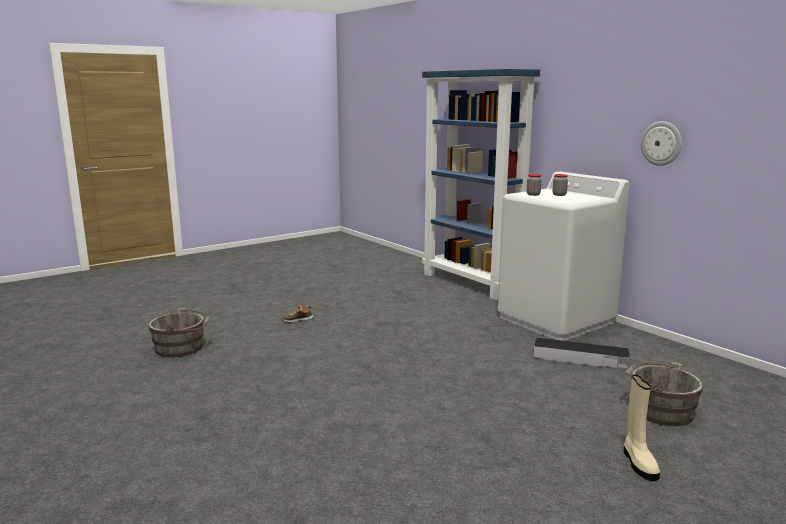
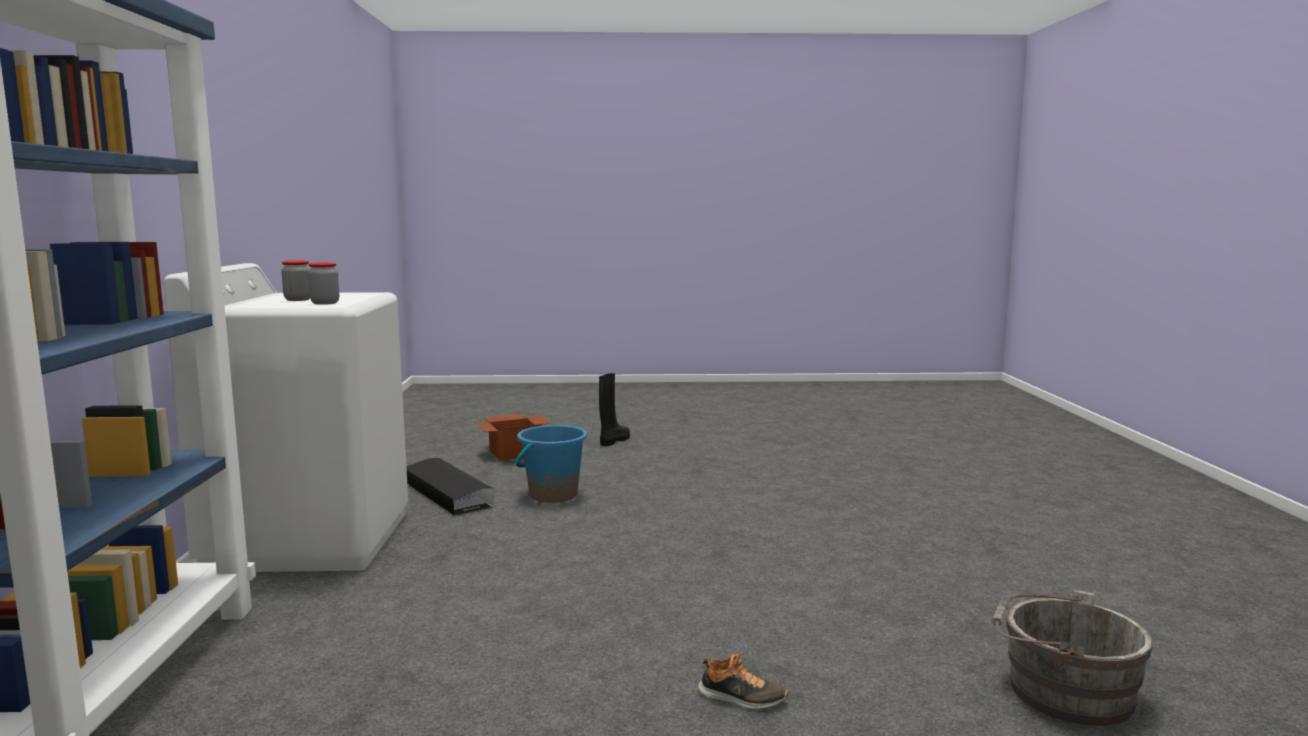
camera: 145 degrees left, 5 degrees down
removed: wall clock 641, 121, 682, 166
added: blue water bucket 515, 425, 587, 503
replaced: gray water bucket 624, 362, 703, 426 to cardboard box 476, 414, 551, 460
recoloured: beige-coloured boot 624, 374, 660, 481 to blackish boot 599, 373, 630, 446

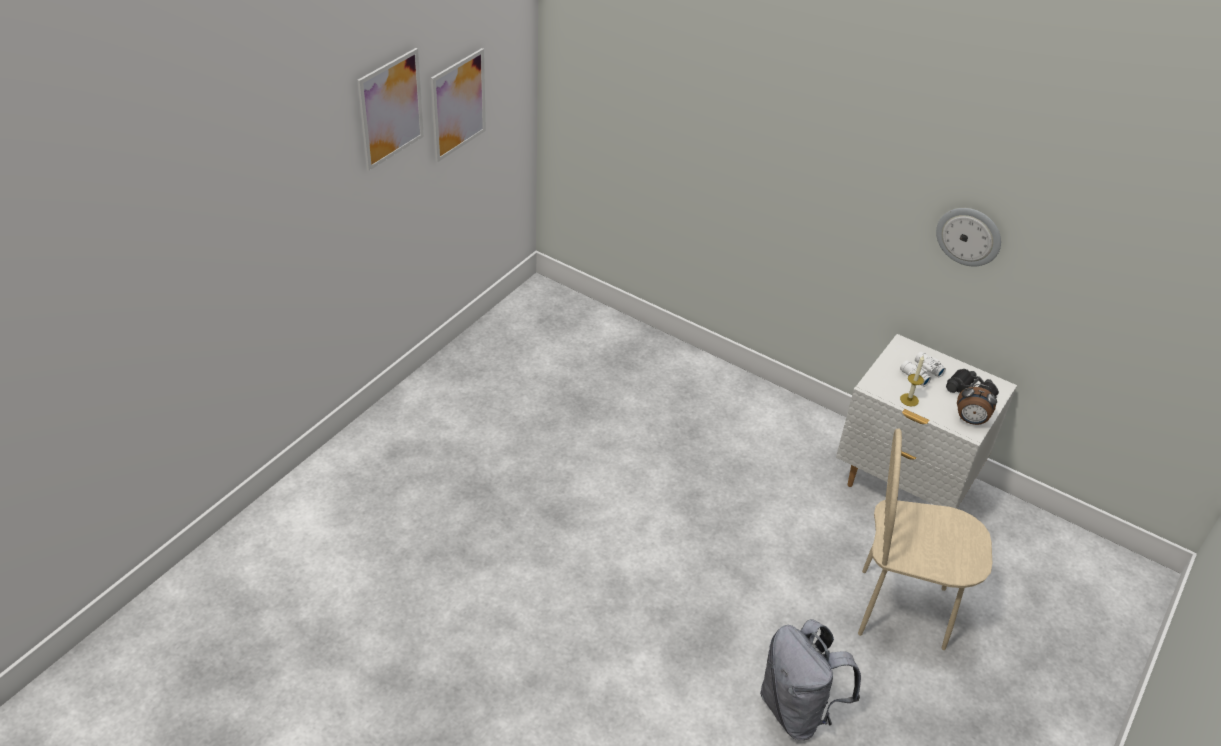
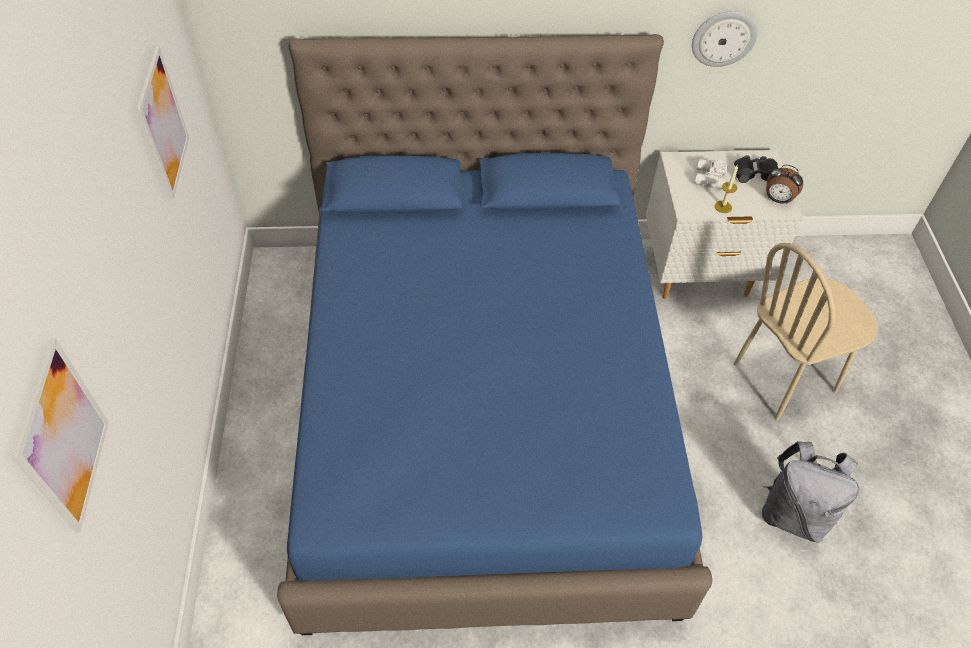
camera: 35 degrees left, 10 degrees up
added: blue bed 277, 34, 712, 635
moved: picture 357, 48, 424, 171 to 12, 338, 109, 533
turned: table clock 957, 384, 997, 425 = 766, 165, 803, 204 45 degrees clockwise

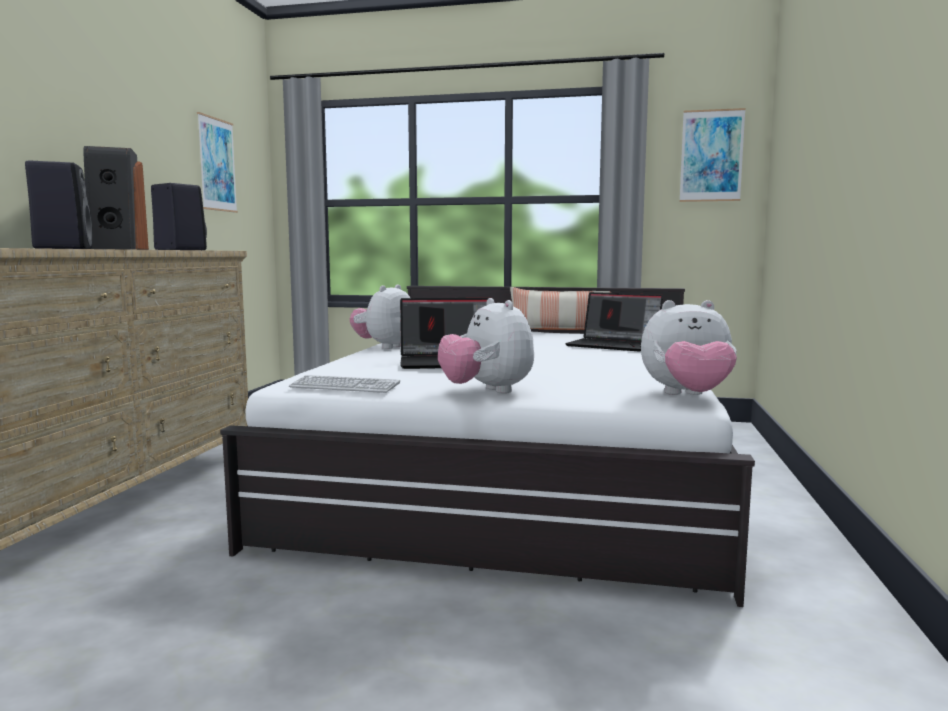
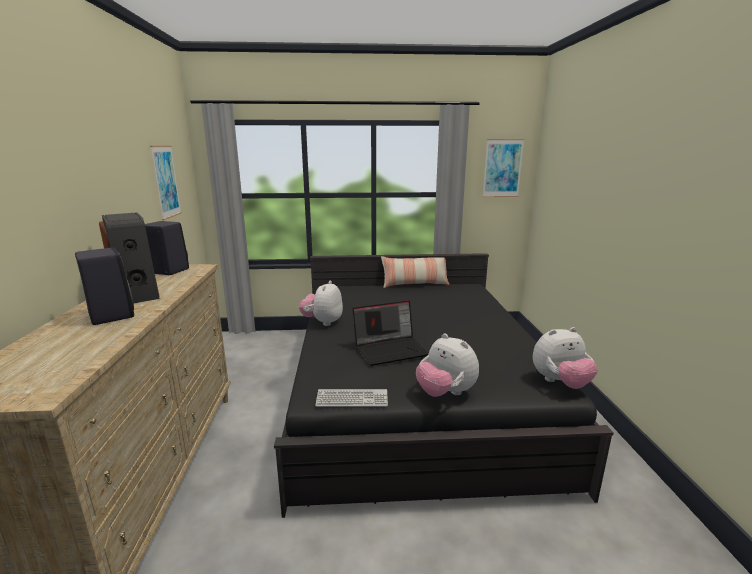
camera: 15 degrees left, 10 degrees up
removed: portable computer 565, 292, 663, 352
recoloured: white-coloured bed 220, 286, 755, 607 to blackish bed 274, 253, 614, 518

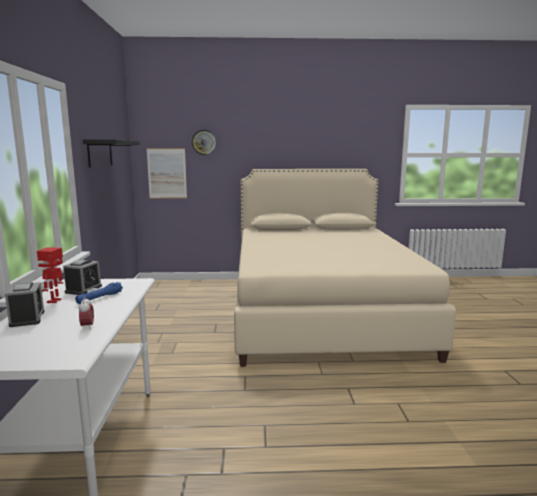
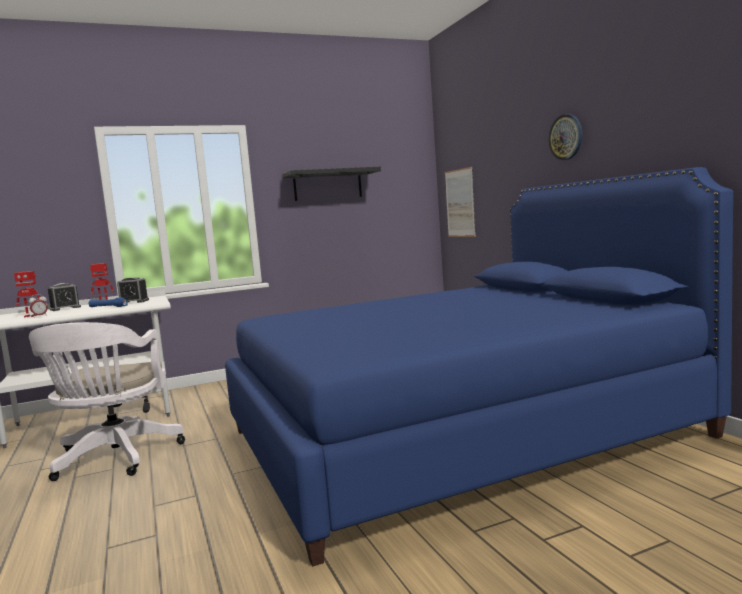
camera: 70 degrees right, 5 degrees down
added: robot figure 14, 271, 40, 317; white-coloured computer chair 29, 322, 185, 481
moved: wall clock 192, 130, 217, 155 to 549, 114, 582, 160
recoloured: beige-coloured bed 234, 169, 456, 367 to blue bed 225, 167, 733, 567

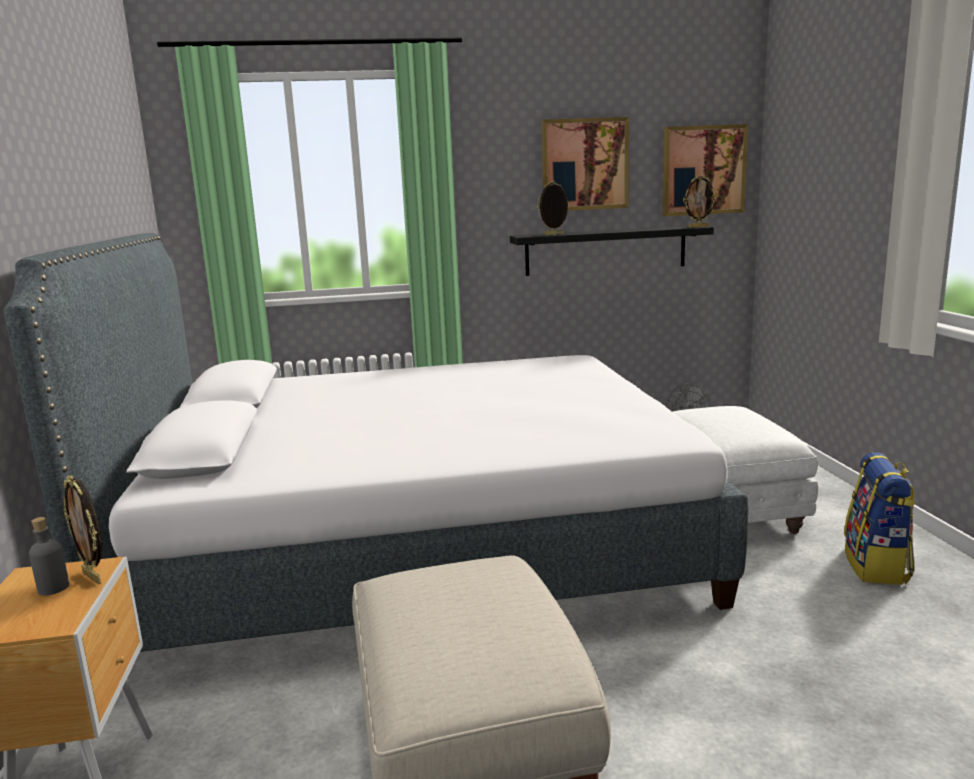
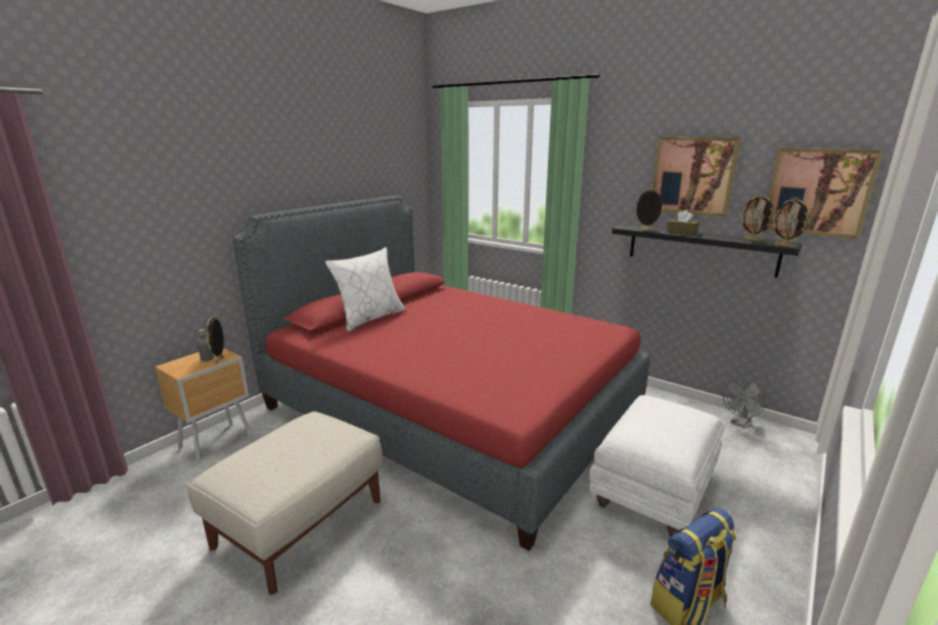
camera: 45 degrees right, 5 degrees up
added: white-coloured cushion 325, 247, 406, 332; brown box of tissues 667, 210, 699, 235; standing frame 740, 194, 775, 242
recoloured: white-coloured bed 4, 233, 748, 652 to reddish bed 233, 196, 650, 551

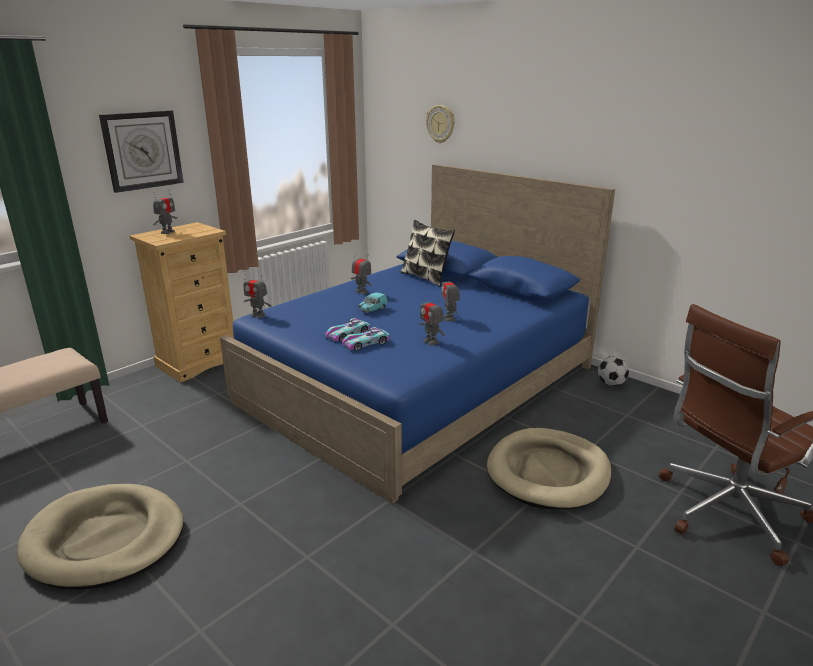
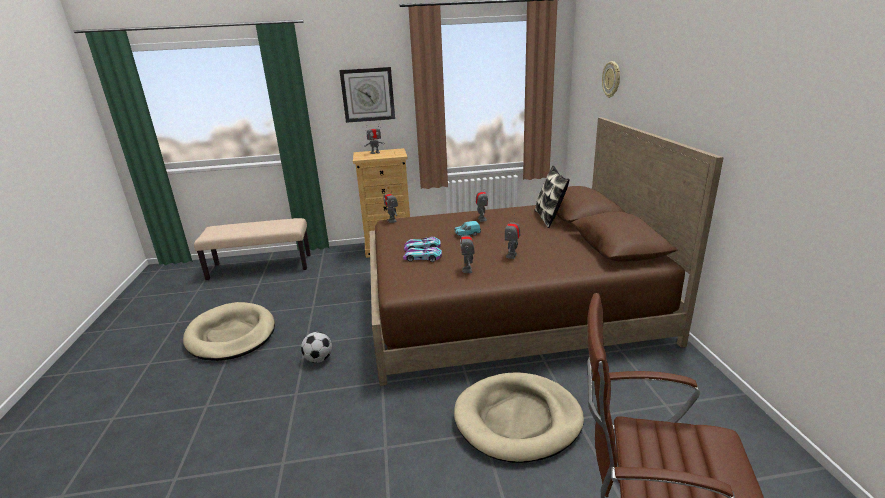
camera: 40 degrees right, 0 degrees up
moved: ball for football 598, 356, 629, 386 to 301, 332, 332, 363
recoloured: blue bed 220, 164, 615, 504 to brown bed 370, 117, 724, 386

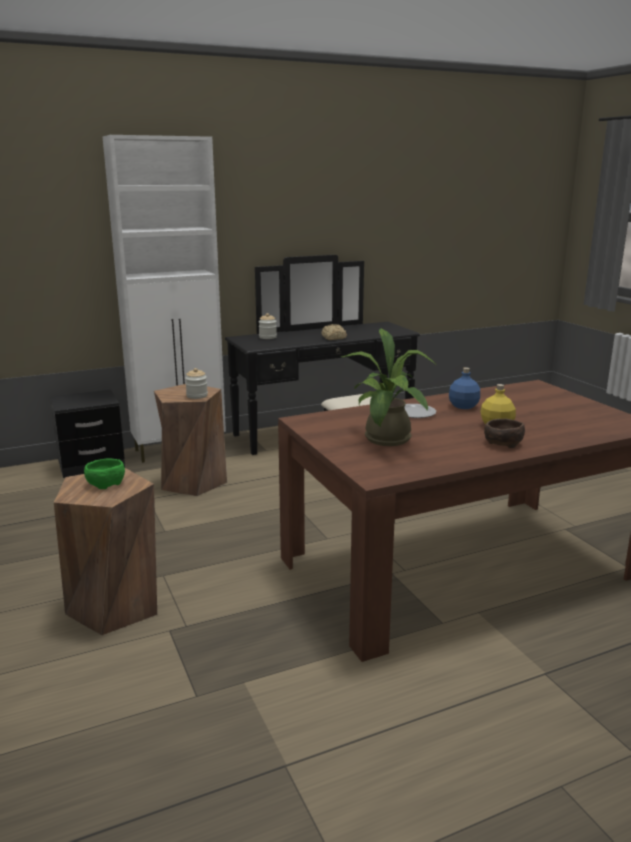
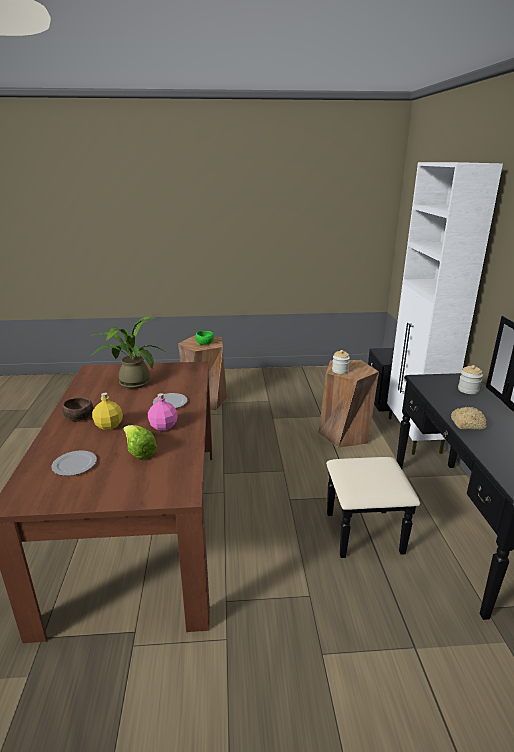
camera: 110 degrees right, 5 degrees up
added: dinner plate 51, 451, 97, 476; lettuce head 123, 425, 157, 460
recoloured: blue drink bottle 449, 367, 480, 409 to pink drink bottle 148, 393, 178, 431

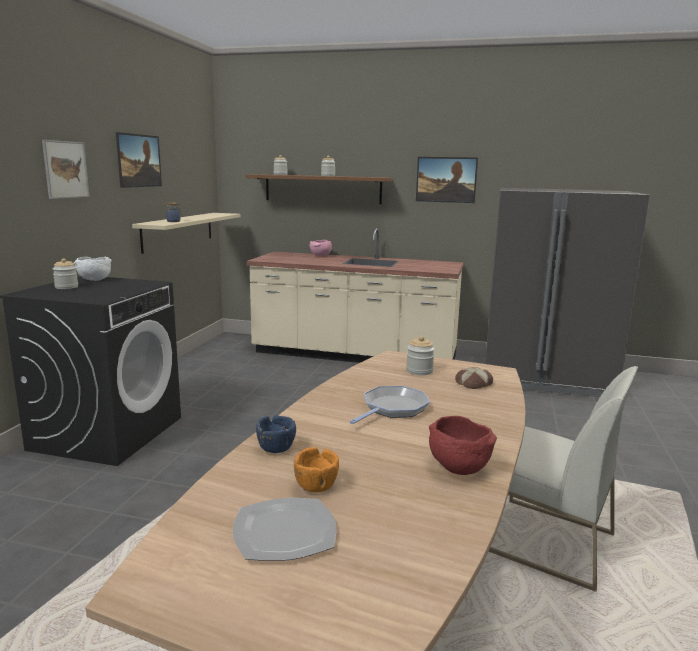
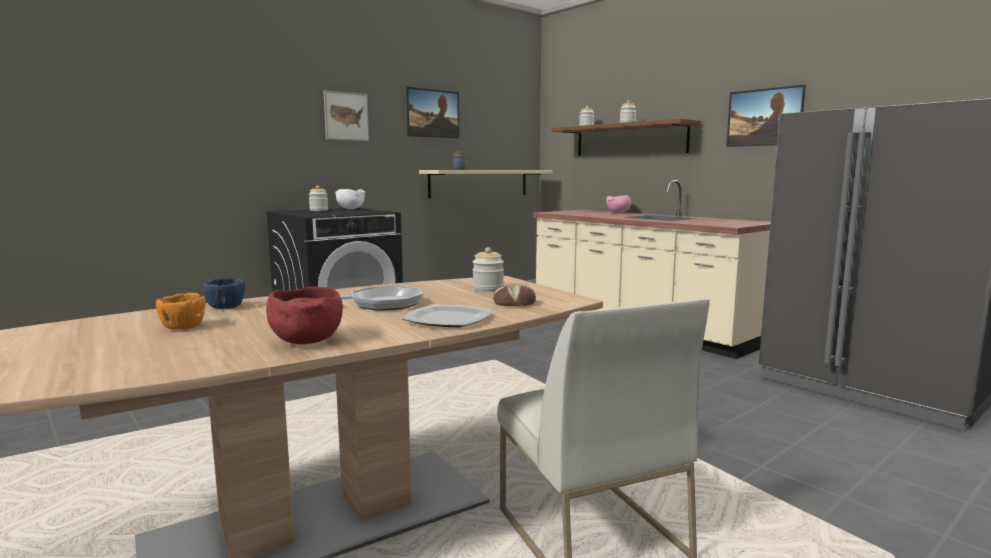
camera: 35 degrees right, 5 degrees down
moved: dinner plate 233, 498, 336, 561 to 402, 305, 491, 327

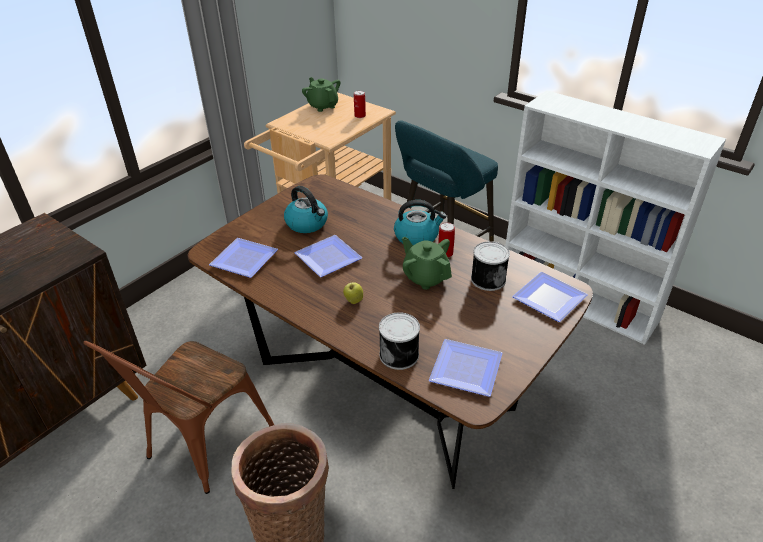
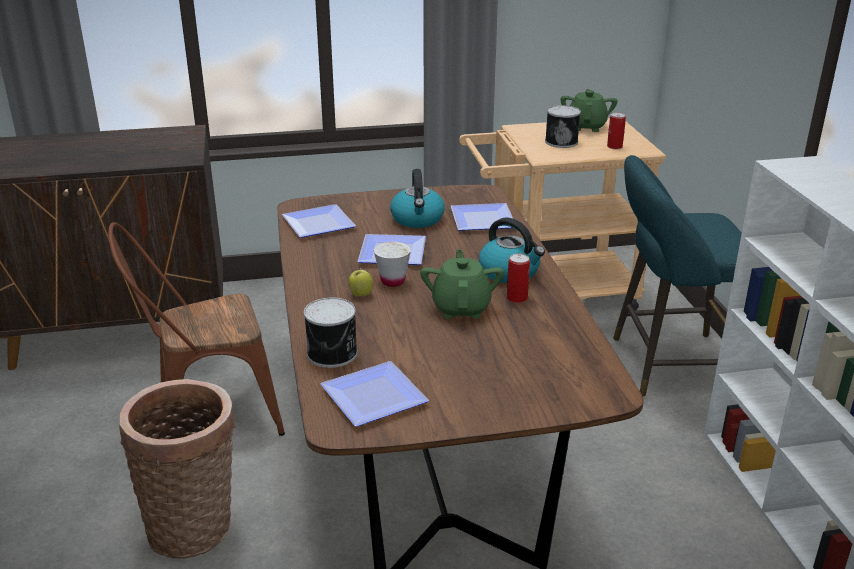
camera: 40 degrees right, 10 degrees down
added: white-coloured small cup 374, 242, 411, 287
moved: can 471, 241, 510, 291 to 545, 105, 581, 148; dinner plate 512, 272, 588, 322 to 451, 203, 513, 231

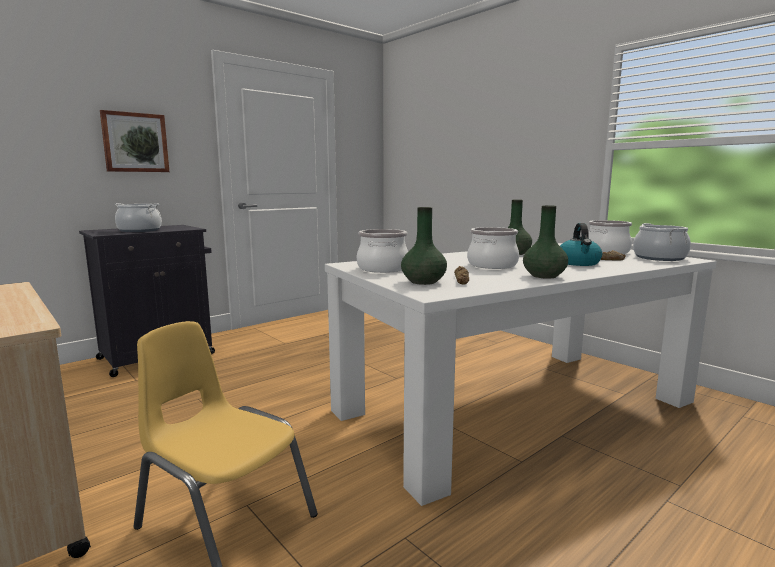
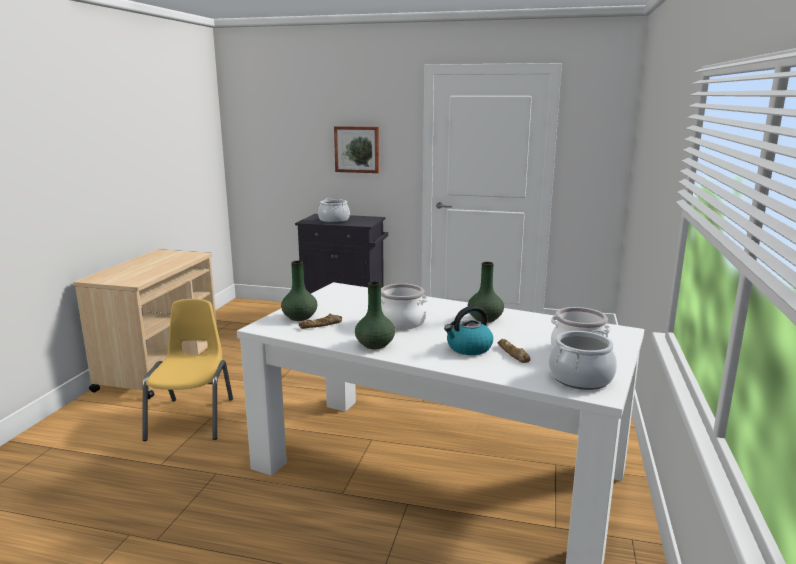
camera: 55 degrees right, 5 degrees up
removed: saucepot 357, 229, 408, 273

